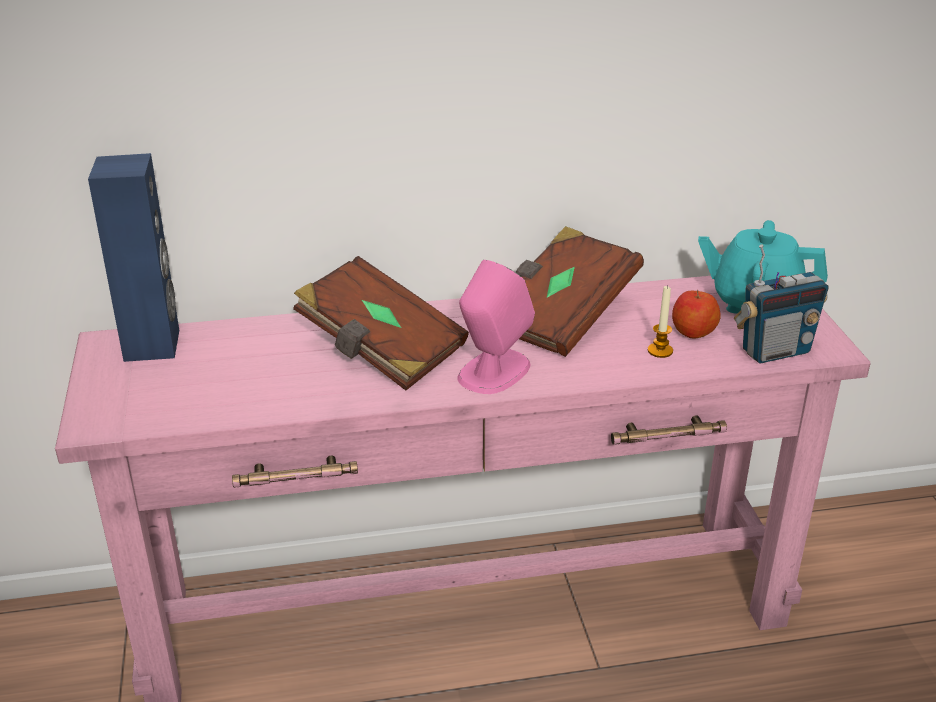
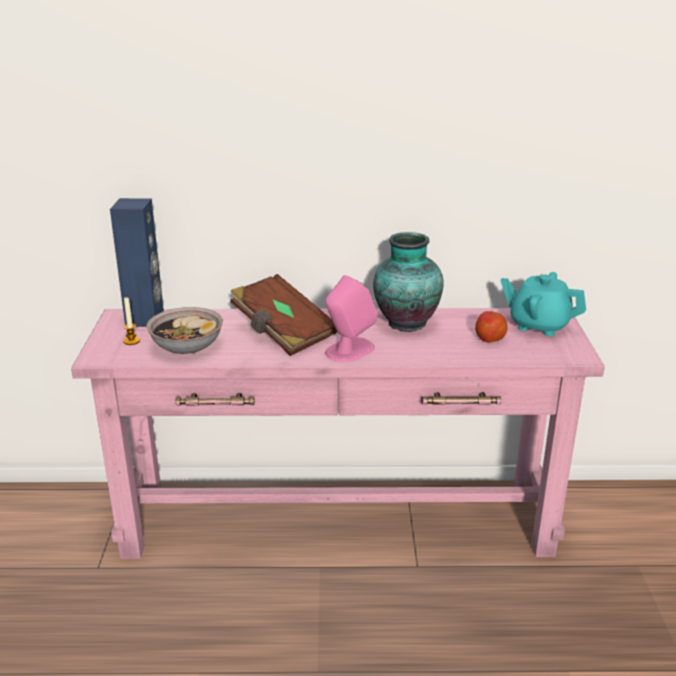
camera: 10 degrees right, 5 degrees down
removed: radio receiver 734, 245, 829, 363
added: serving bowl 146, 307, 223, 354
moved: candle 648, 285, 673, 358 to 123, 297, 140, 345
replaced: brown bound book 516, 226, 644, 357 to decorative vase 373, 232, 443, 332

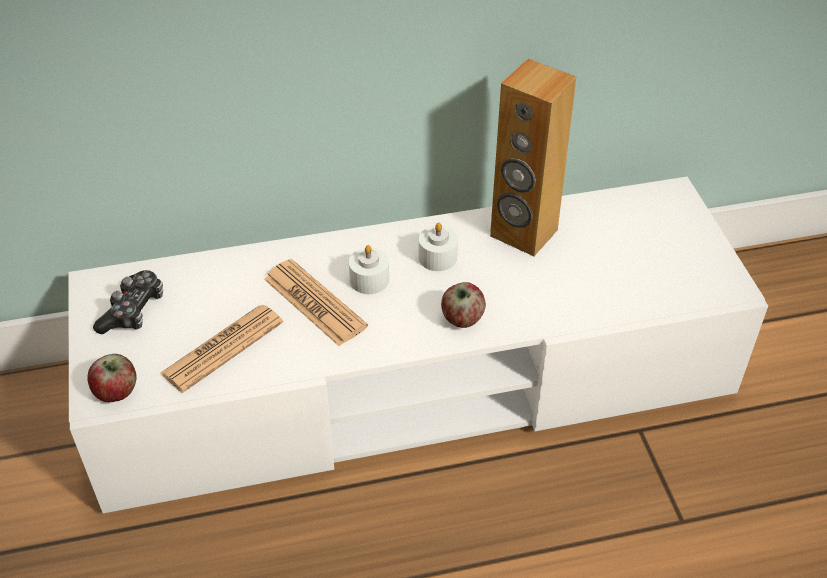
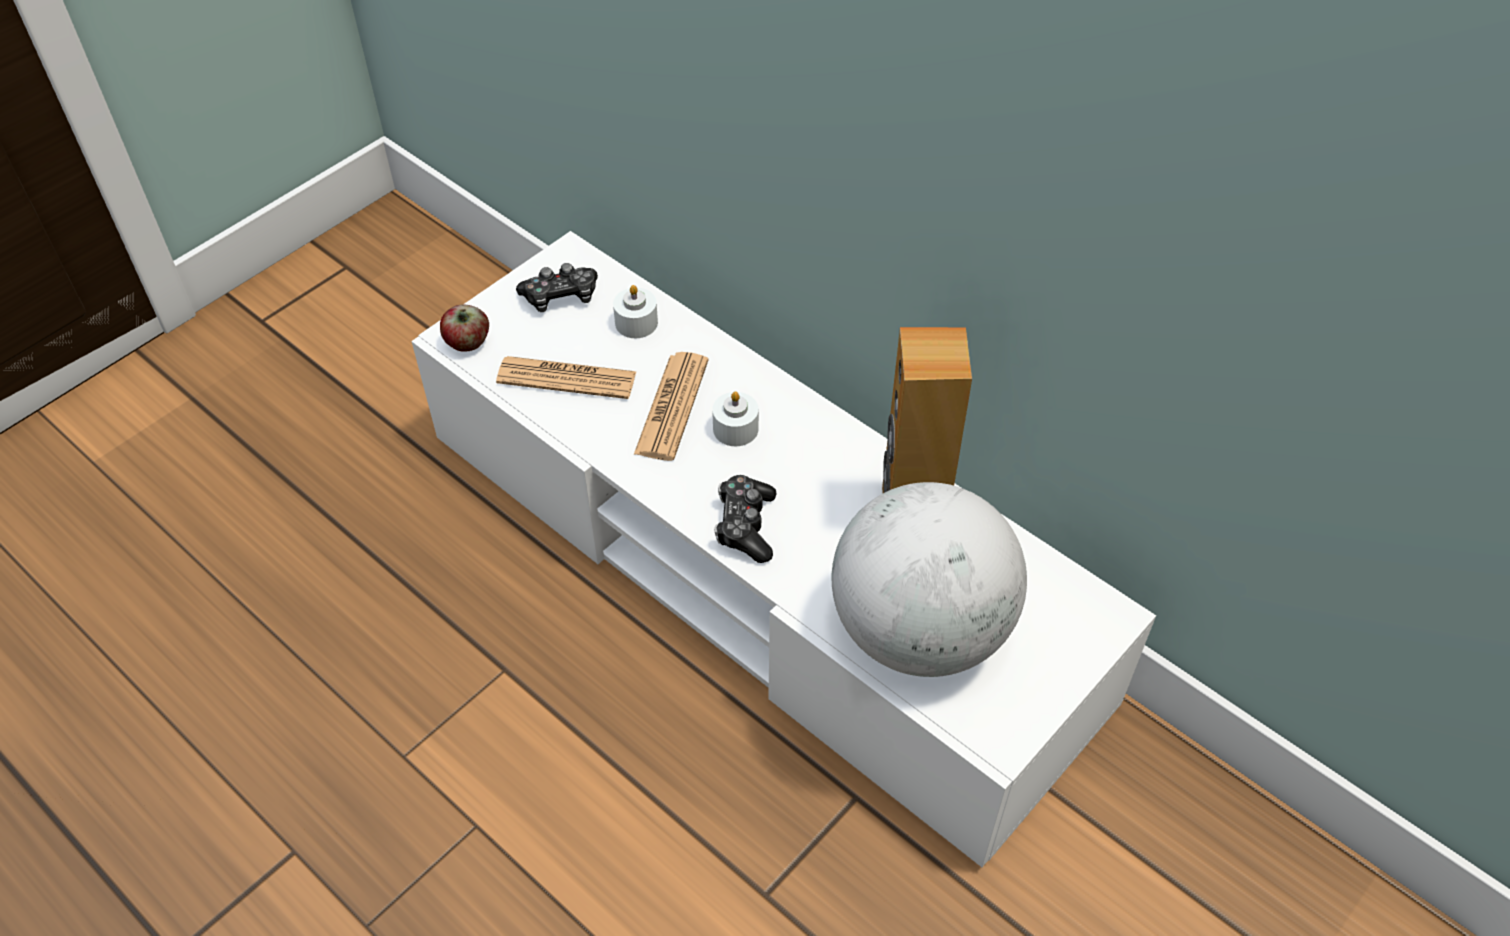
camera: 55 degrees right, 5 degrees up
added: desk globe 832, 482, 1027, 677
moved: white-coloured candle 419, 223, 458, 271 to 613, 285, 658, 338
replaced: whole apple 441, 282, 486, 328 to game controller 714, 475, 776, 563

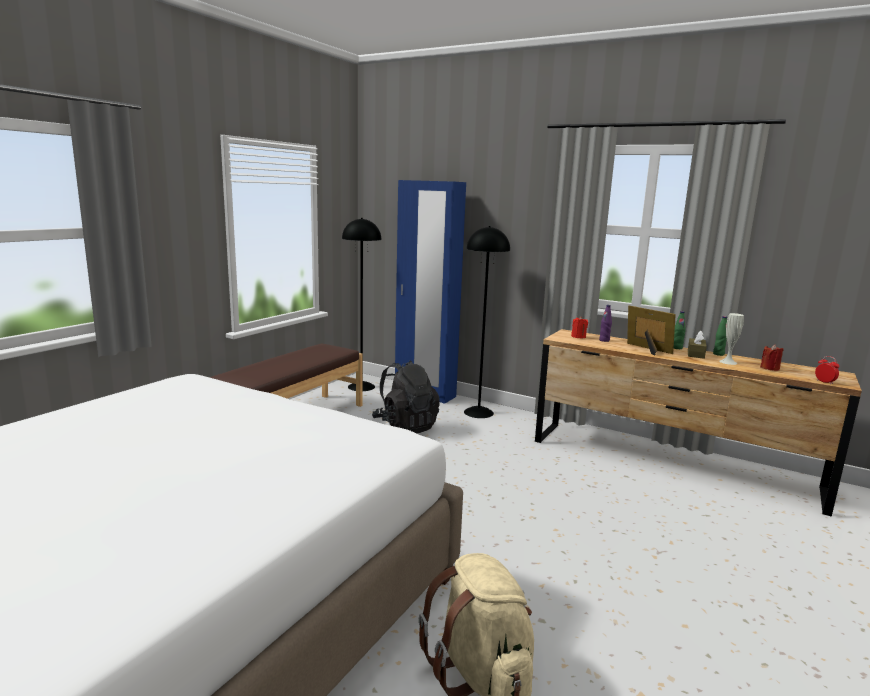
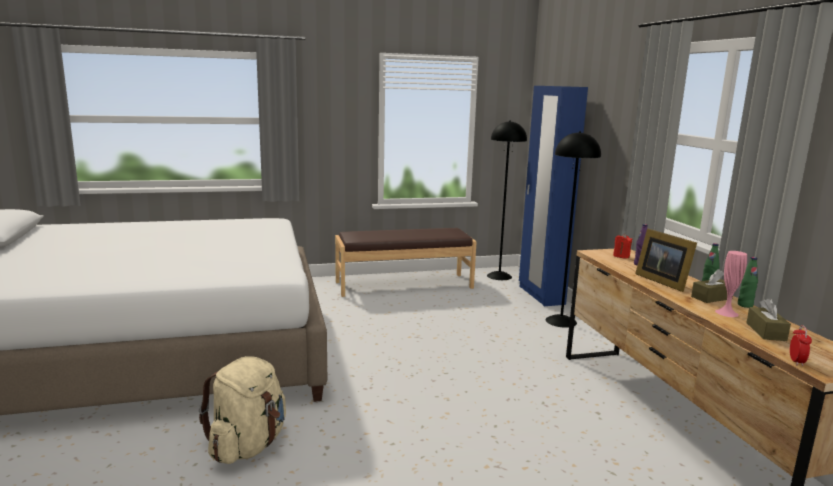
camera: 45 degrees right, 0 degrees up
removed: blackish knapsack 372, 361, 440, 433
replaced: reddish candle 760, 344, 783, 371 to brown box of tissues 746, 298, 791, 341
recoloured: white-coloured decorative vase 719, 313, 744, 365 to pink decorative vase 715, 251, 747, 317
turned: standing frame 627, 306, 676, 355 = 635, 229, 697, 292 150 degrees clockwise

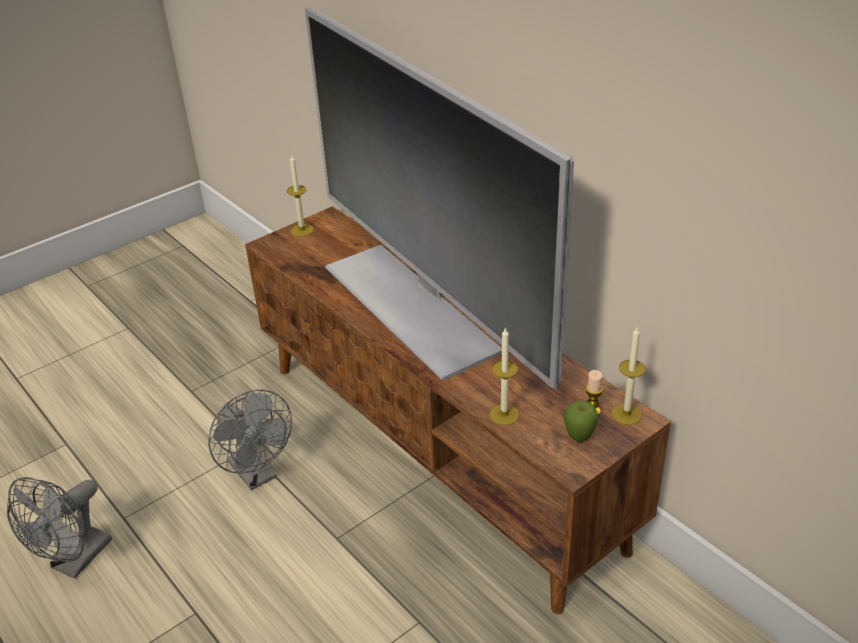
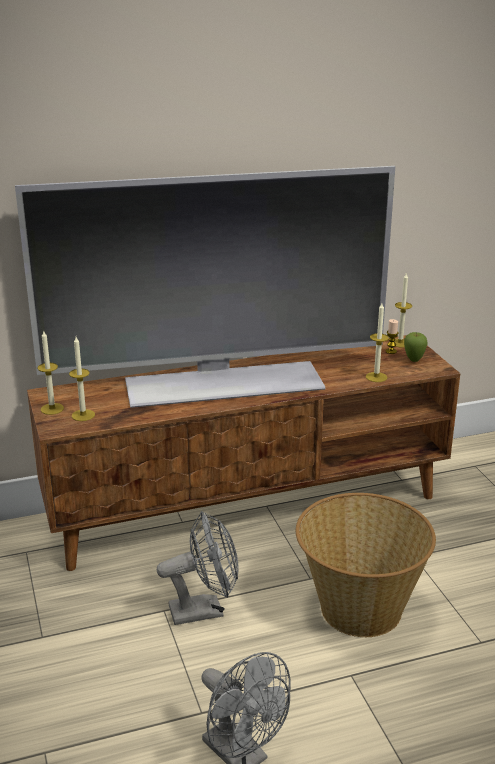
camera: 70 degrees left, 10 degrees down
added: candle 69, 337, 95, 421; basket 296, 493, 436, 637

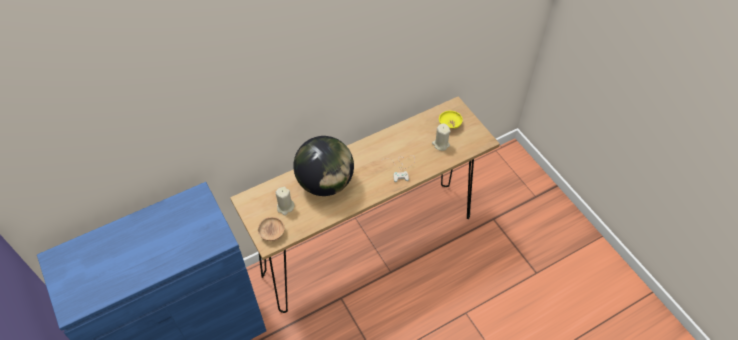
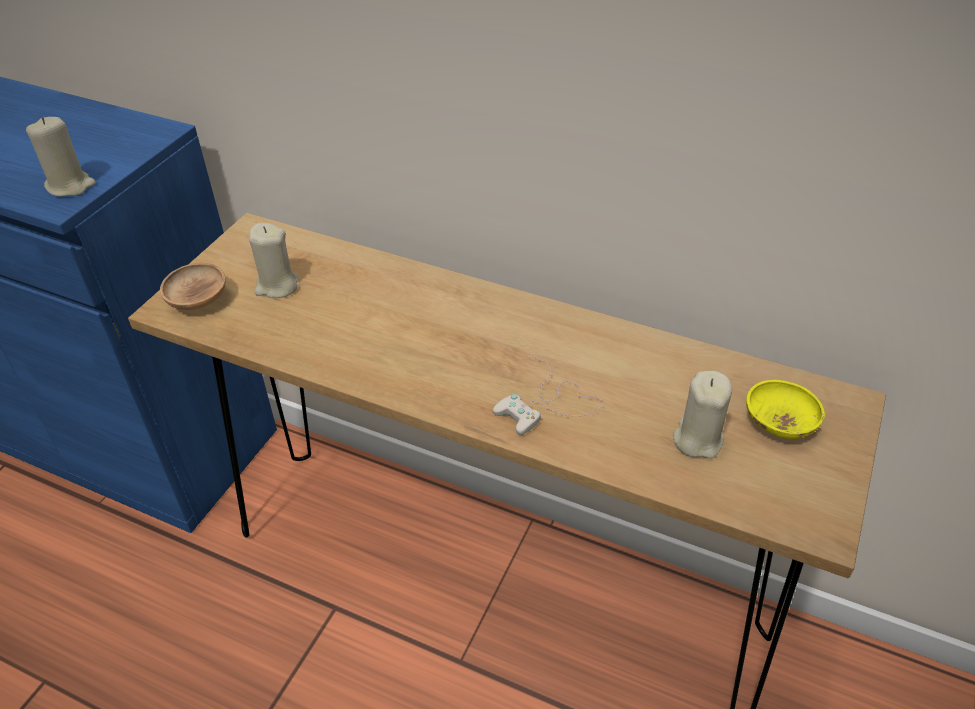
camera: 55 degrees right, 10 degrees down
removed: desk globe 293, 136, 354, 196
added: beige-coloured candle 26, 117, 96, 197

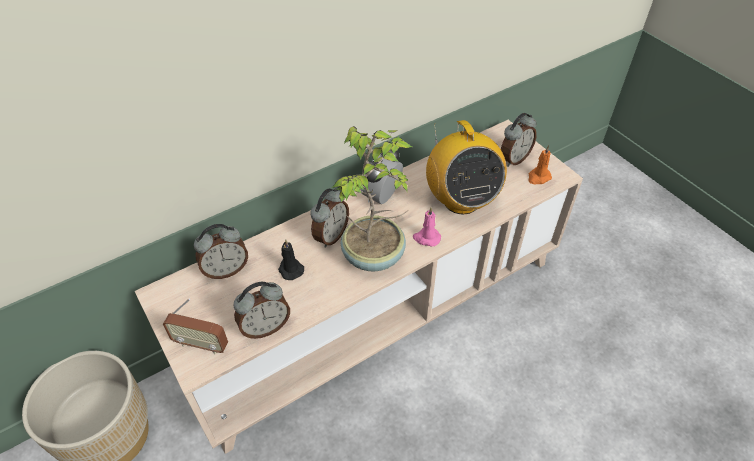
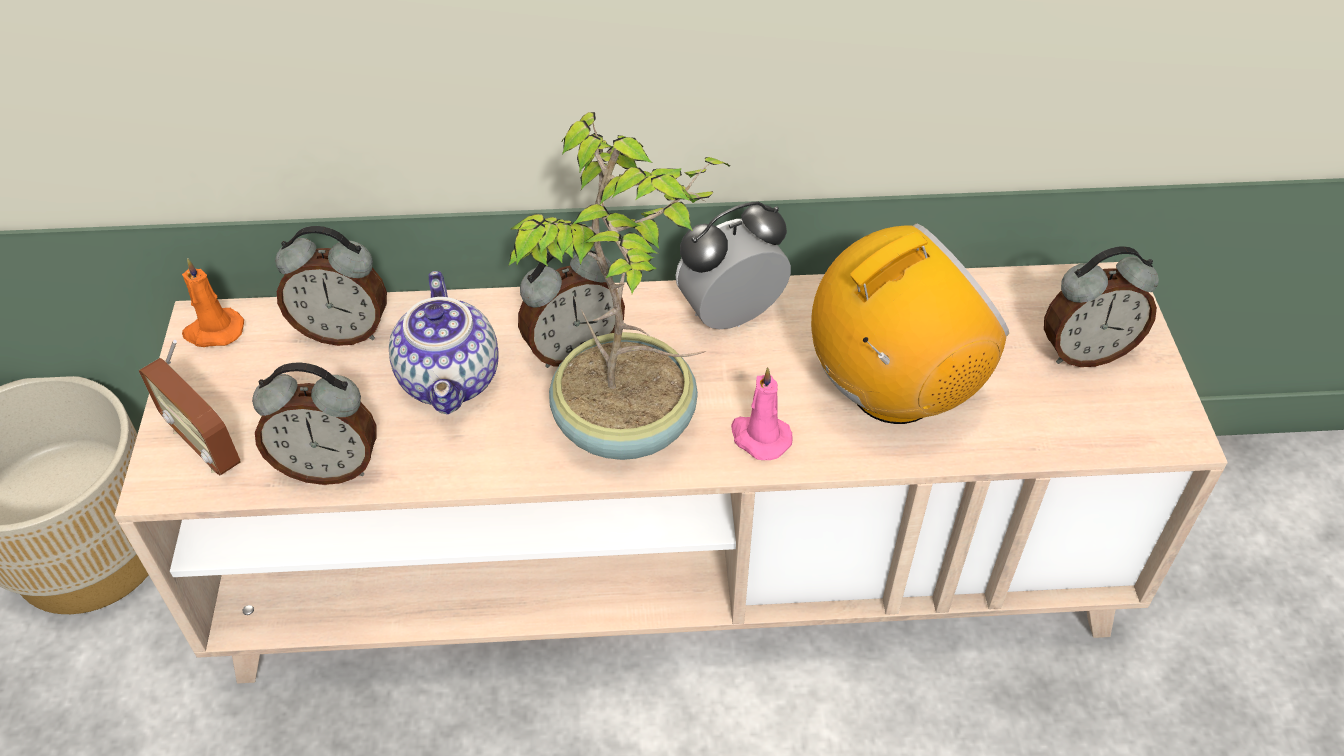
camera: 30 degrees right, 0 degrees up
moved: orange candle 529, 145, 552, 184 to 182, 258, 244, 347
replaced: blackish candle 278, 239, 304, 280 to teapot 389, 271, 499, 414
turned: radio receiver 426, 120, 507, 214 = 811, 223, 1009, 424 135 degrees counterclockwise

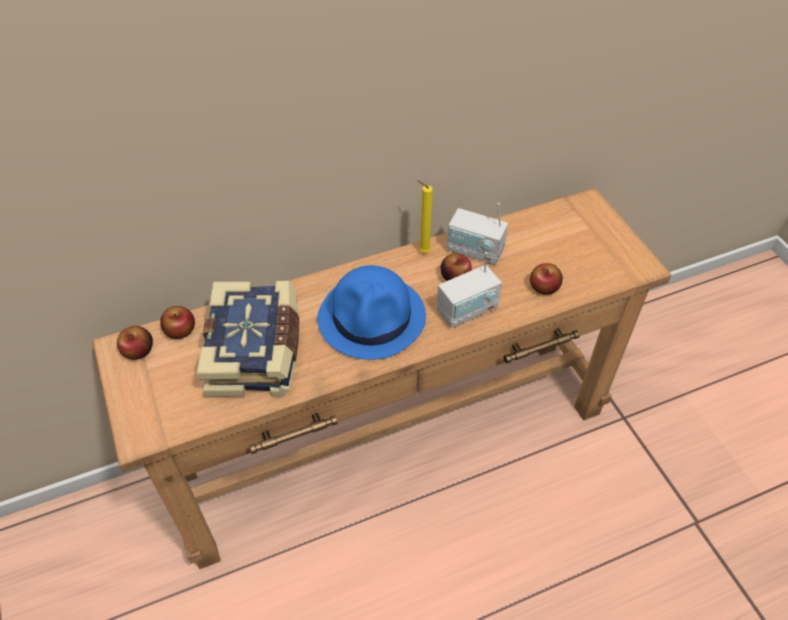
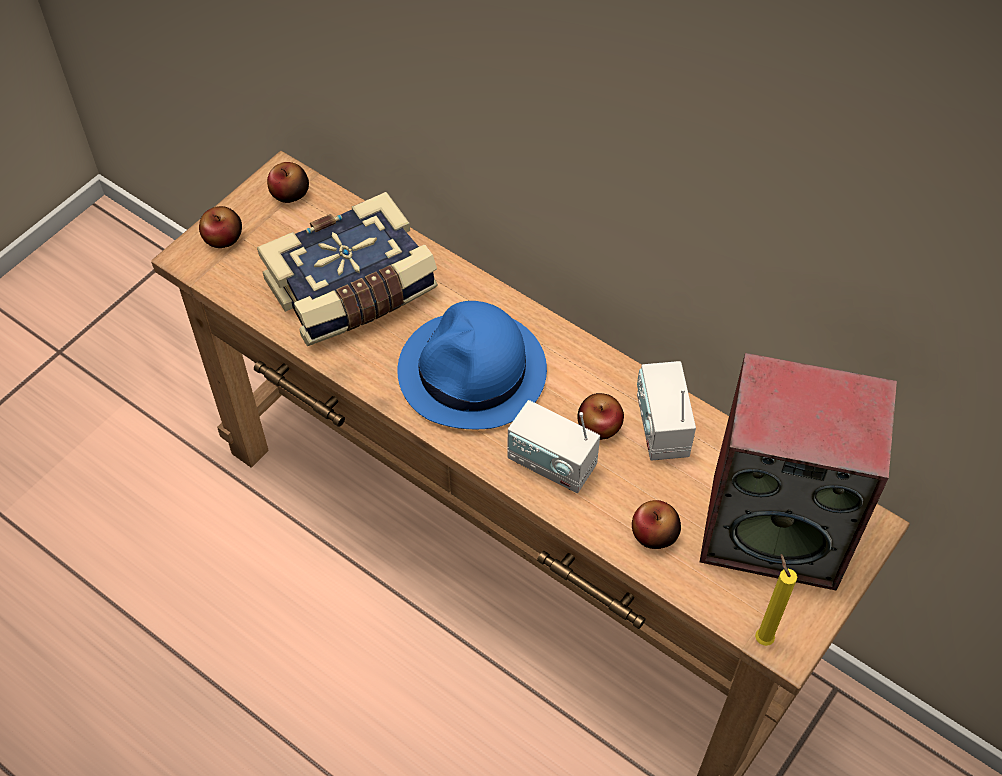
camera: 60 degrees right, 5 degrees up
added: speaker 700, 353, 897, 591
moved: whole apple 160, 306, 195, 339 to 199, 206, 242, 248; yellow candle 417, 180, 433, 253 to 755, 554, 797, 646

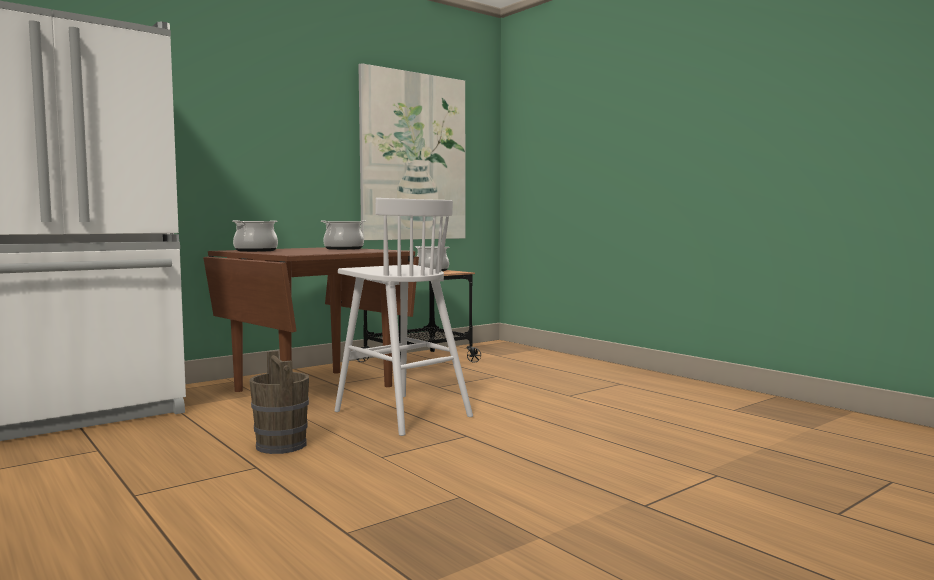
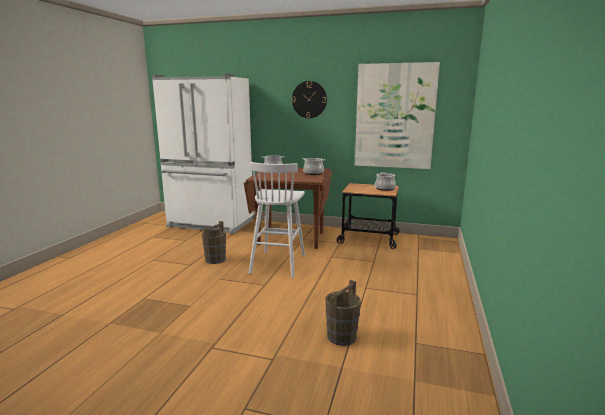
camera: 55 degrees right, 10 degrees up
added: wall clock 292, 81, 327, 118; brown water bucket 325, 280, 361, 346

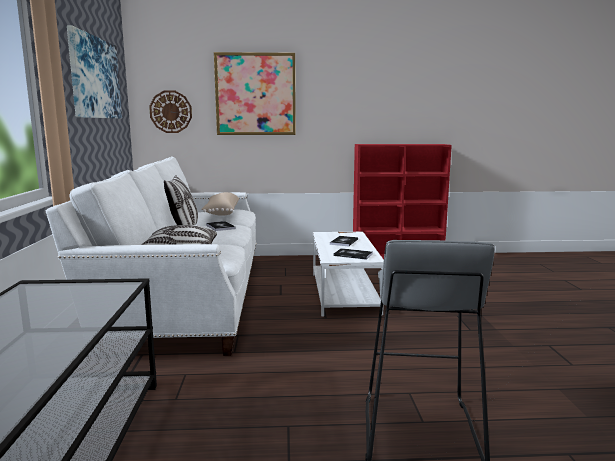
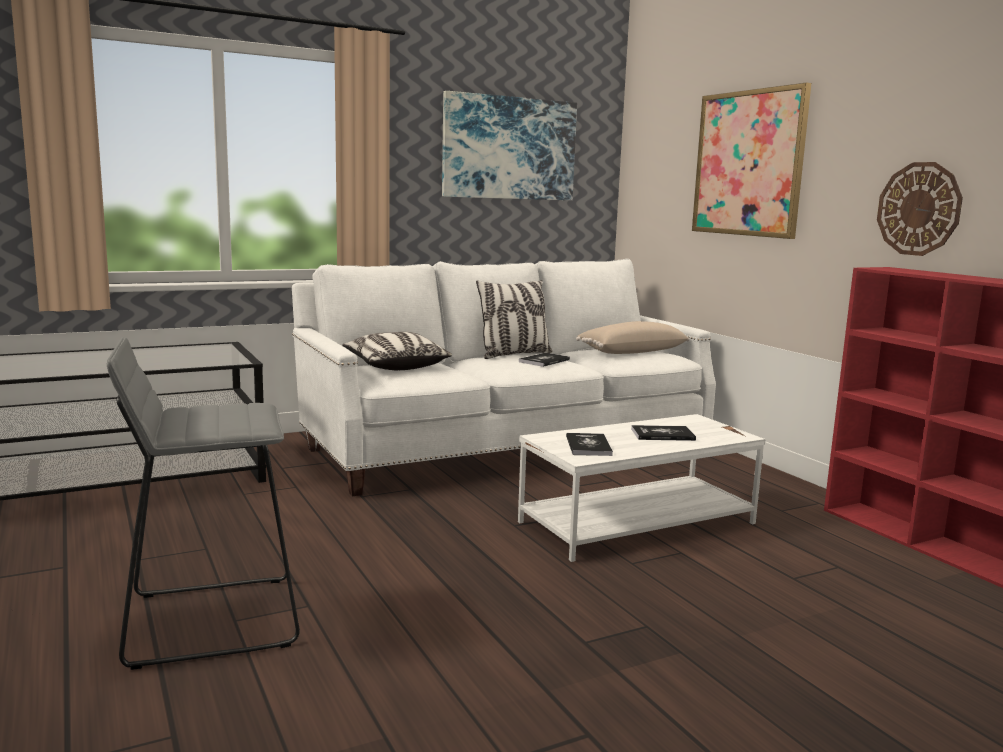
camera: 65 degrees right, 0 degrees up
moved: wall clock 149, 90, 192, 133 to 877, 162, 963, 256

